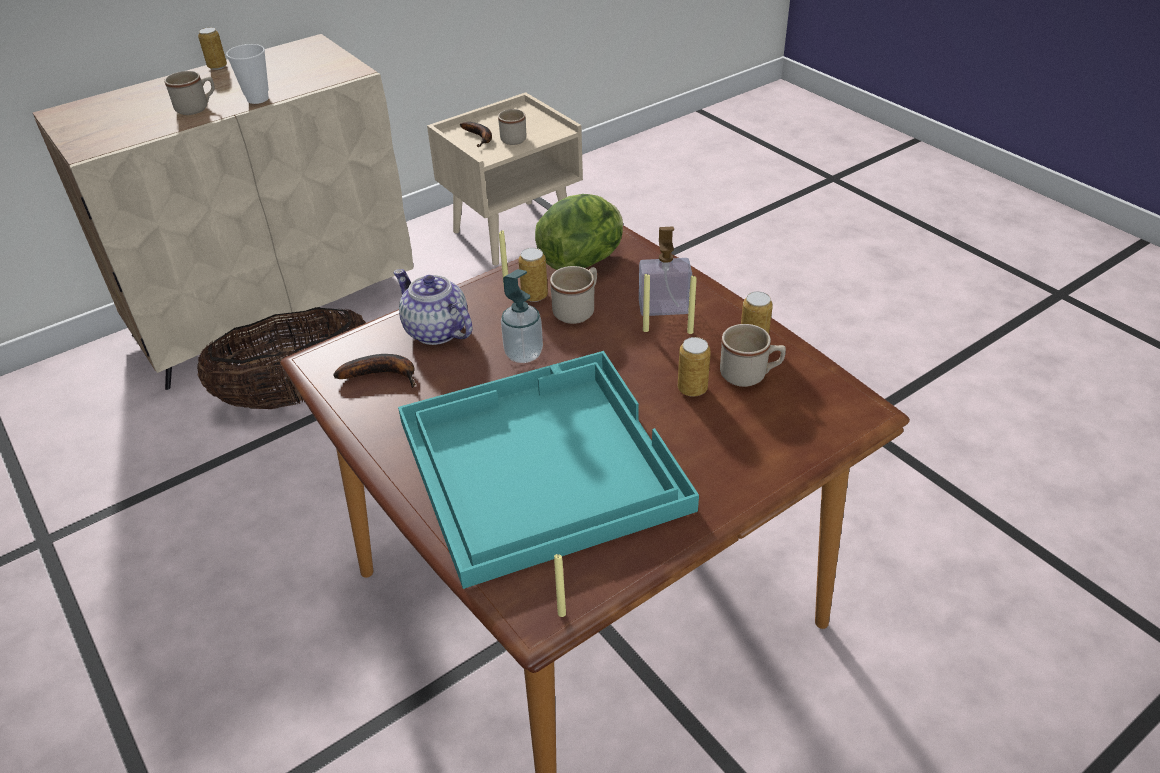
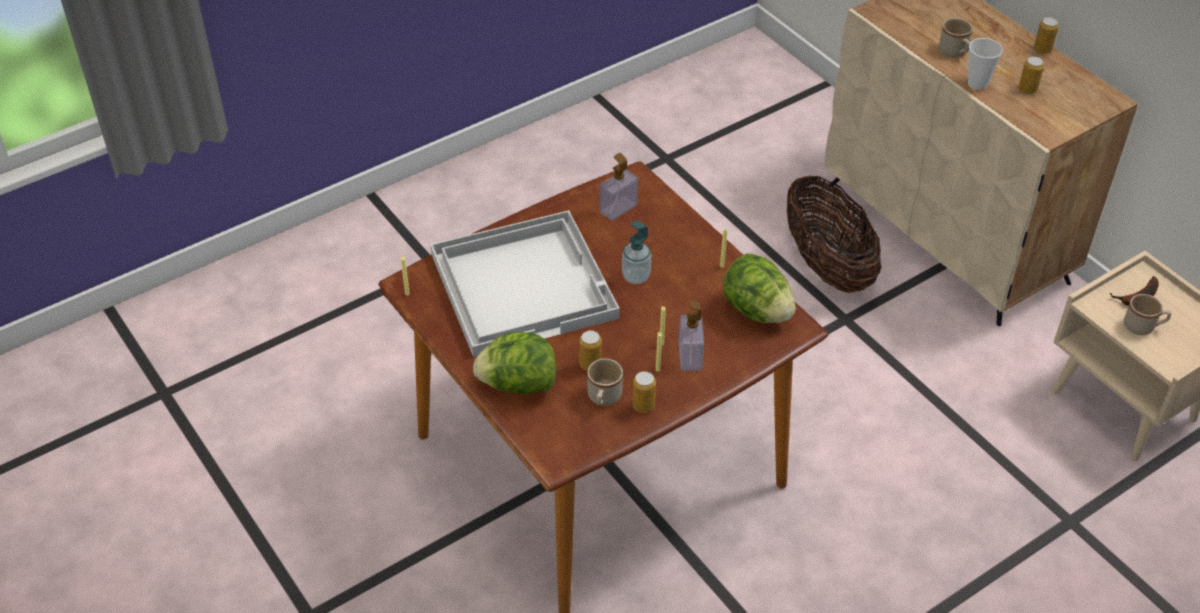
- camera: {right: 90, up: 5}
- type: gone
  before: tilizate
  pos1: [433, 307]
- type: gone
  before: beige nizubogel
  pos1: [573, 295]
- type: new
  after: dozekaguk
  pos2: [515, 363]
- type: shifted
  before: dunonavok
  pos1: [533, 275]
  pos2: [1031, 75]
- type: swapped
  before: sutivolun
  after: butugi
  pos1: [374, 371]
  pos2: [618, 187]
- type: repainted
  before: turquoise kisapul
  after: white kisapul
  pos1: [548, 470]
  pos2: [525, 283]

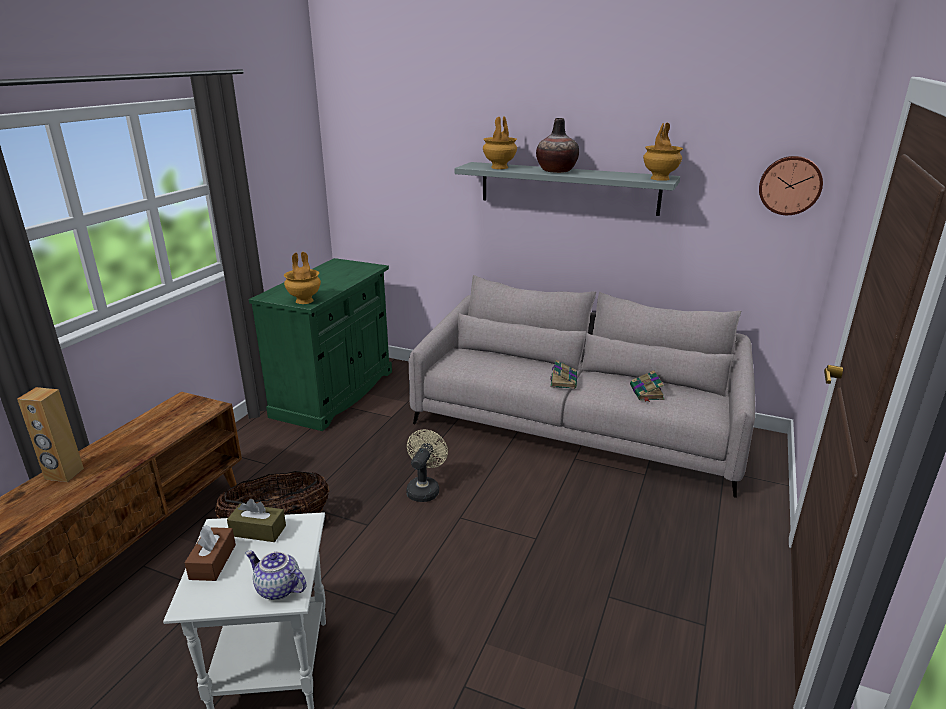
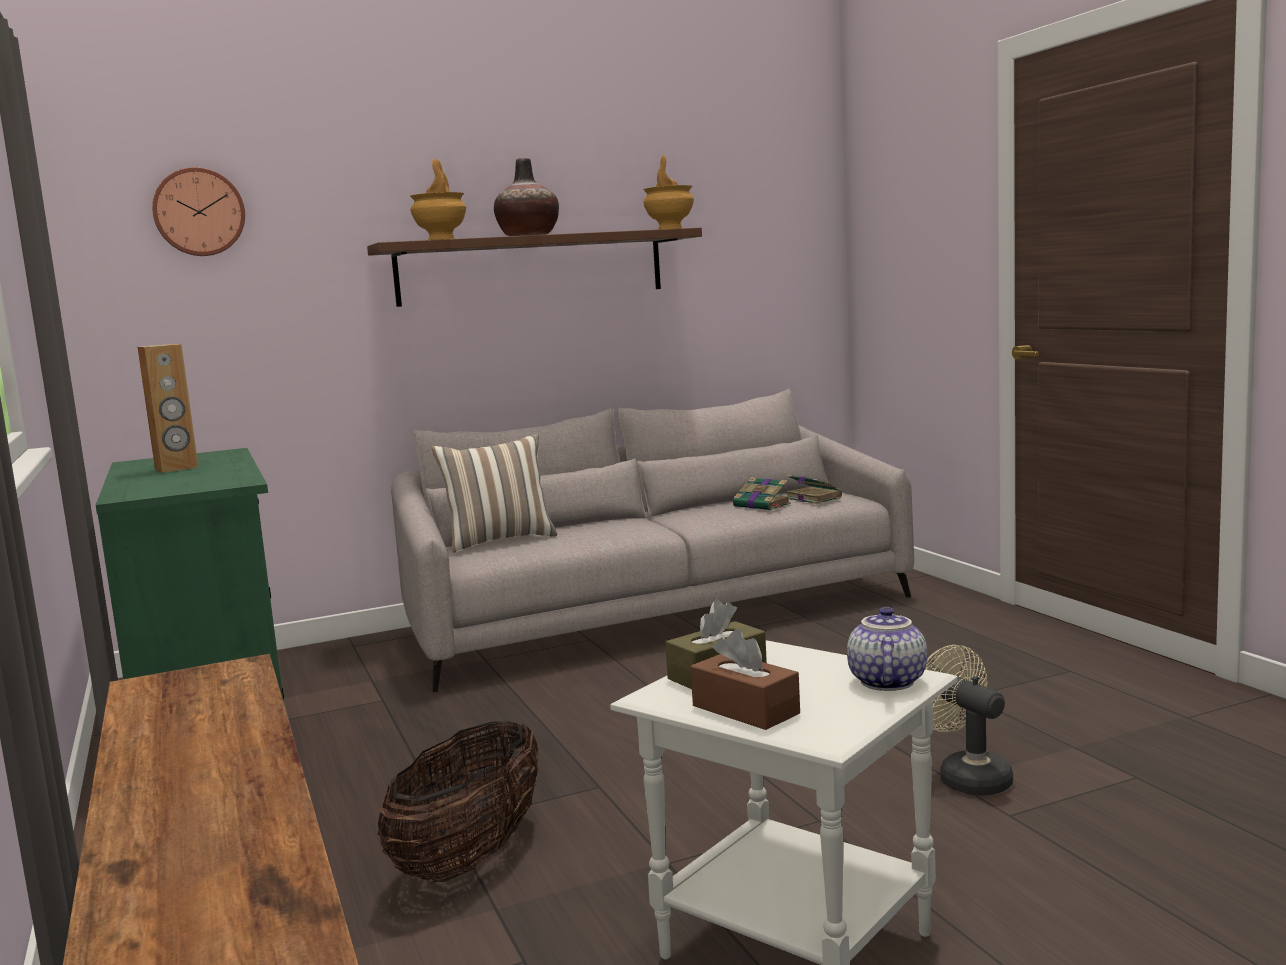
- camera: {right: -45, up: -15}
- type: gone
  before: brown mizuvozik
  pos1: [302, 278]
- type: new
  after: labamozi
  pos2: [494, 493]
- type: shifted
  before: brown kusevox
  pos1: [50, 434]
  pos2: [168, 408]
- type: shifted
  before: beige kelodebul
  pos1: [427, 465]
  pos2: [969, 720]
- type: shifted
  before: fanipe
  pos1: [563, 374]
  pos2: [814, 489]
- type: shifted
  before: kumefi
  pos1: [791, 185]
  pos2: [198, 211]
- type: repainted
  before: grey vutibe
  after: brown vutibe
  pos1: [567, 189]
  pos2: [534, 267]
- type: rotated
  before: tilizate
  pos1: [275, 575]
  pos2: [887, 649]
  turn: 120

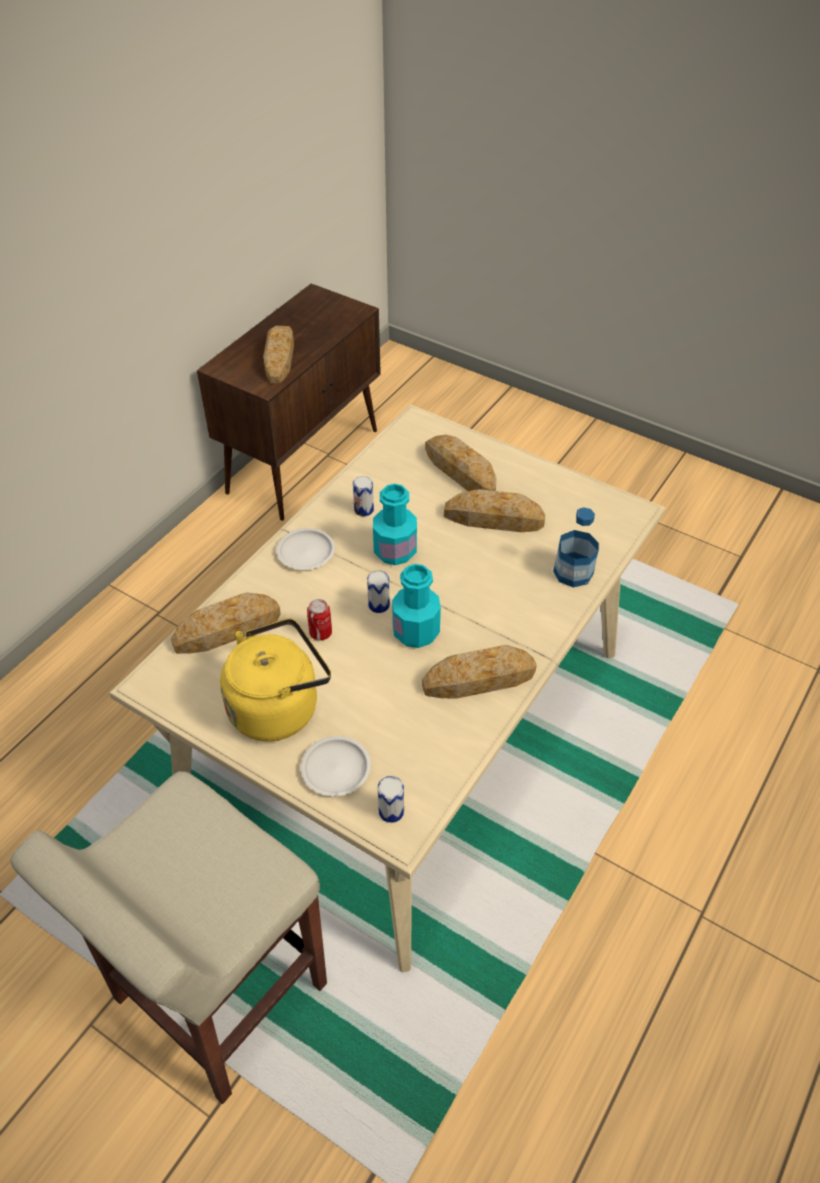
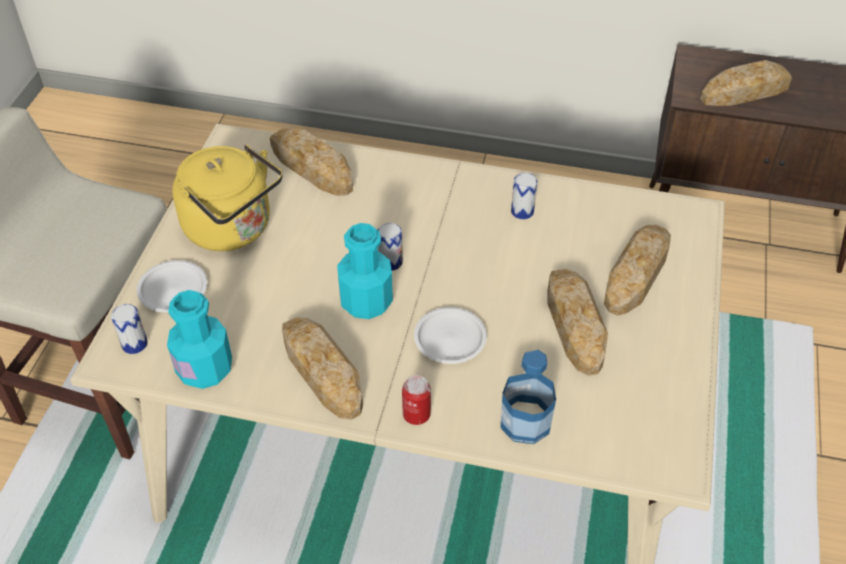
- camera: {right: 70, up: 0}
- type: shifted
  before: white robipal
  pos1: [305, 549]
  pos2: [450, 335]
- type: shifted
  before: dunonavok
  pos1: [319, 620]
  pos2: [416, 400]
- type: shifted
  before: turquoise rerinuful
  pos1: [395, 524]
  pos2: [199, 339]

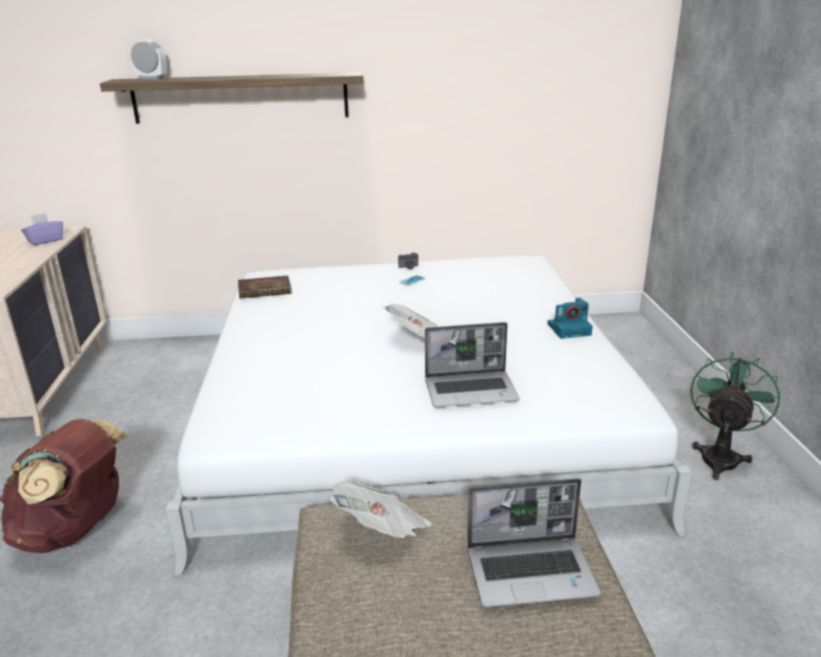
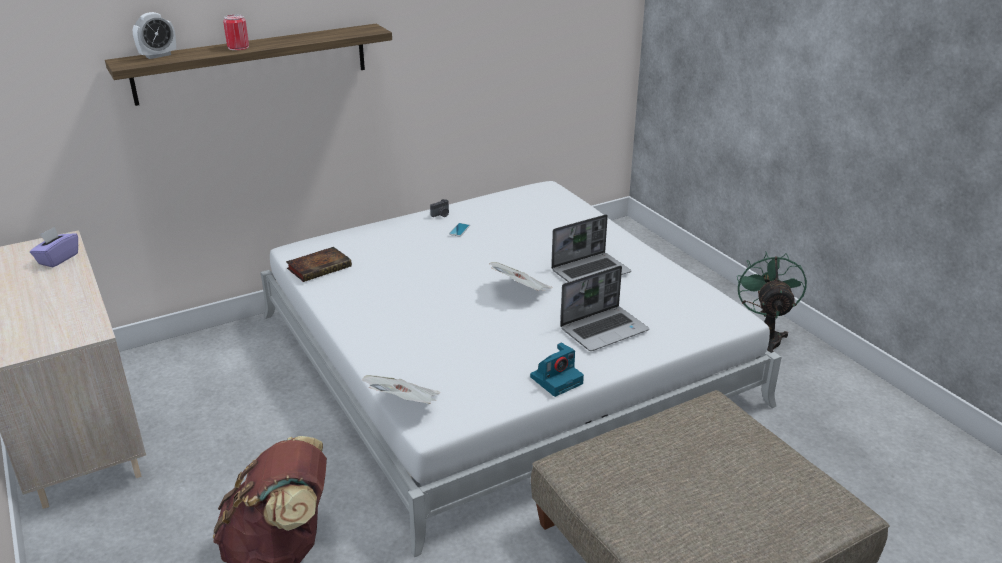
- camera: {right: -25, up: 5}
- type: new
  after: dunonavok
  pos2: [236, 32]
- type: shifted
  before: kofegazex
  pos1: [380, 510]
  pos2: [401, 389]
- type: shifted
  before: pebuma
  pos1: [534, 542]
  pos2: [591, 248]
- type: shifted
  before: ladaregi
  pos1: [570, 318]
  pos2: [557, 370]
- type: rotated
  before: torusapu
  pos1: [148, 59]
  pos2: [154, 35]
  turn: 150

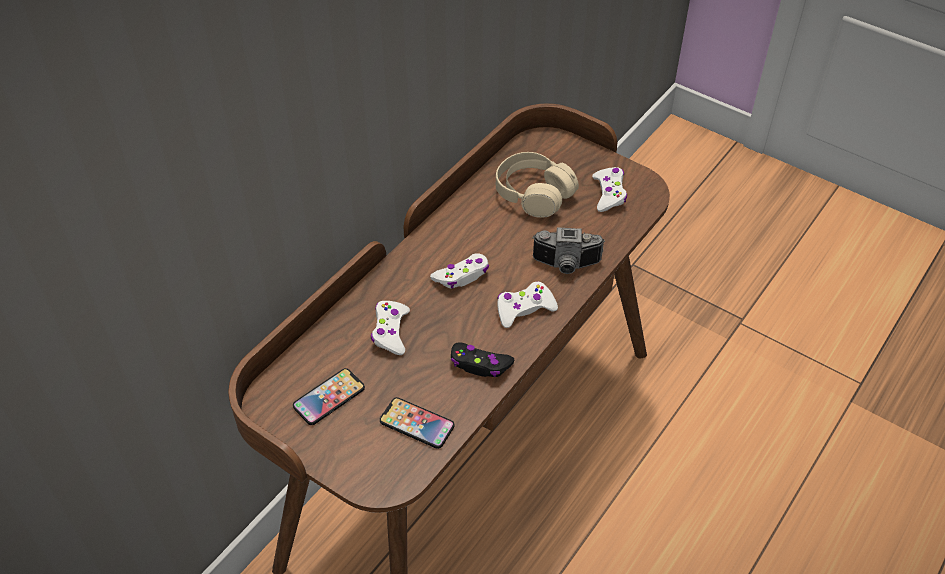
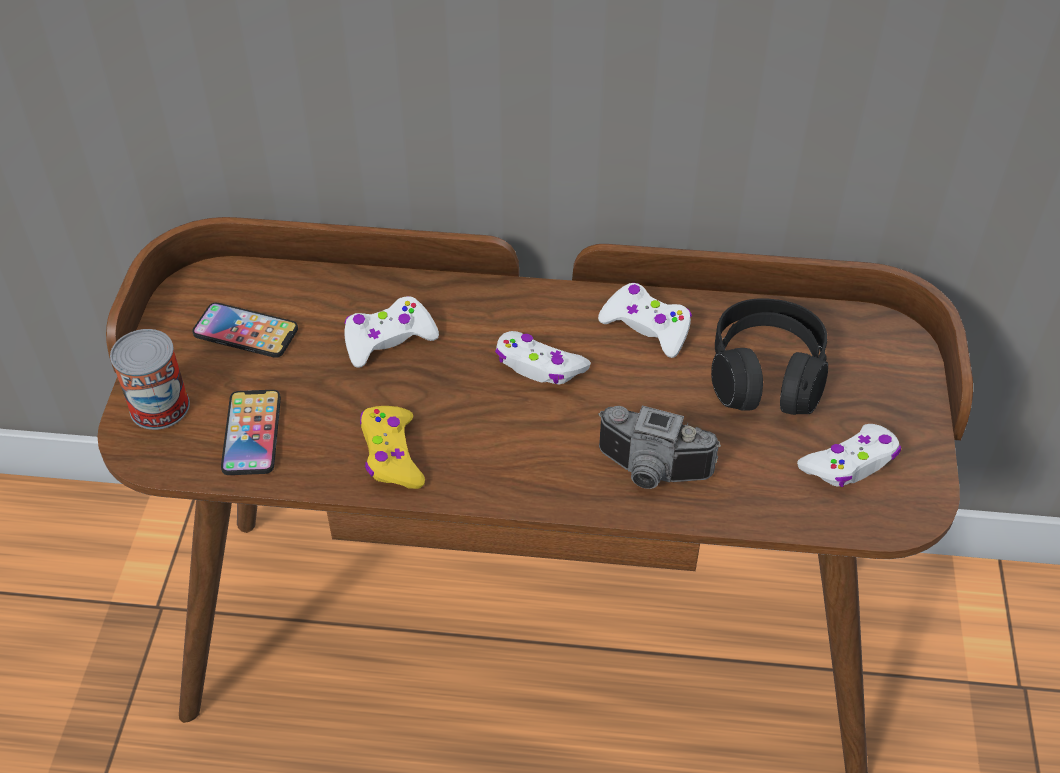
- camera: {right: 60, up: 0}
- type: new
  after: dunonavok
  pos2: [150, 379]
- type: shifted
  before: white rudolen
  pos1: [527, 304]
  pos2: [645, 320]
- type: repainted
  before: black rudolen
  after: yellow rudolen
  pos1: [482, 359]
  pos2: [392, 447]
- type: repainted
  before: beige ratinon
  after: black ratinon
  pos1: [537, 185]
  pos2: [769, 357]
- type: rotated
  before: ladaregi
  pos1: [568, 250]
  pos2: [659, 447]
  turn: -45

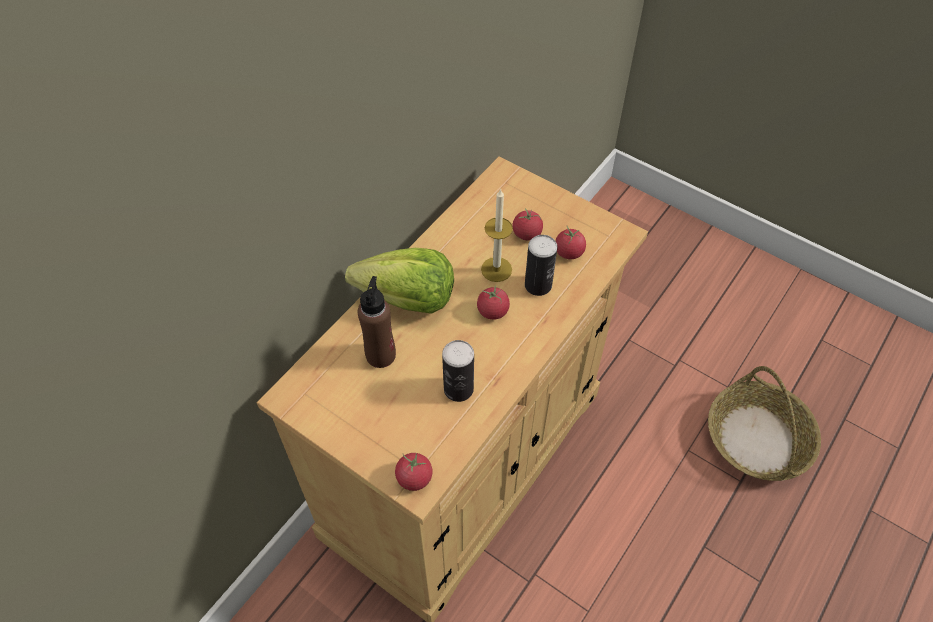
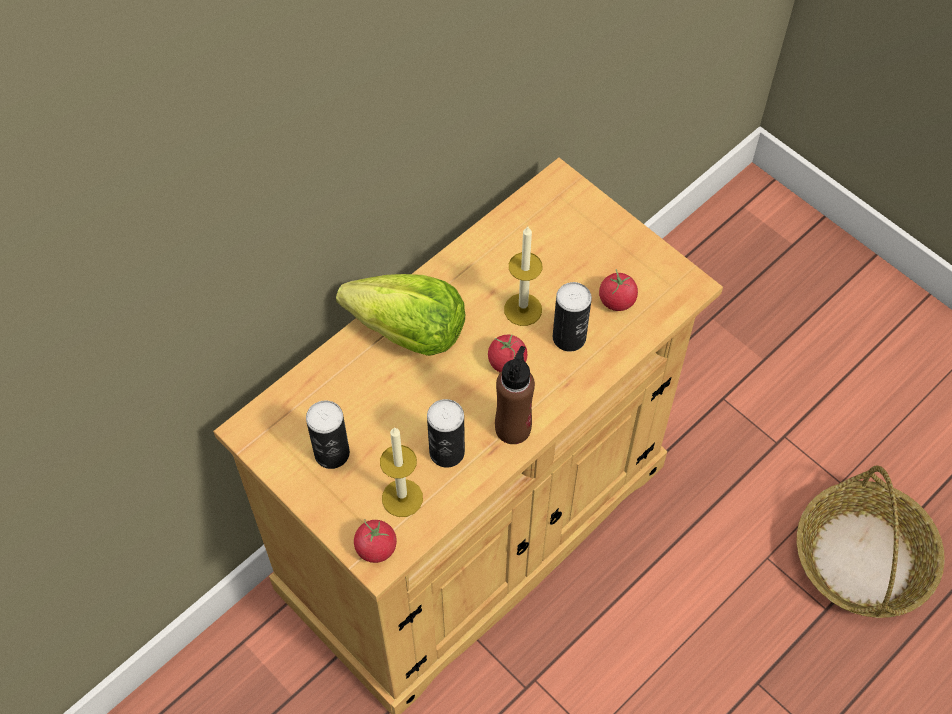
- camera: {right: 10, up: 5}
- type: gone
  before: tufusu
  pos1: [527, 224]
- type: new
  after: dunonavok
  pos2: [328, 434]
- type: new
  after: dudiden
  pos2: [401, 472]
- type: shifted
  before: brown rerinuful
  pos1: [377, 322]
  pos2: [515, 395]

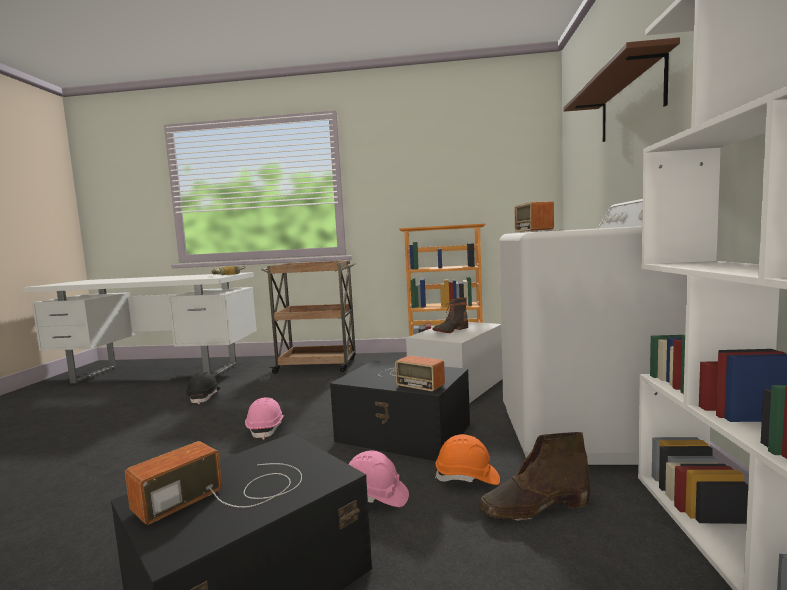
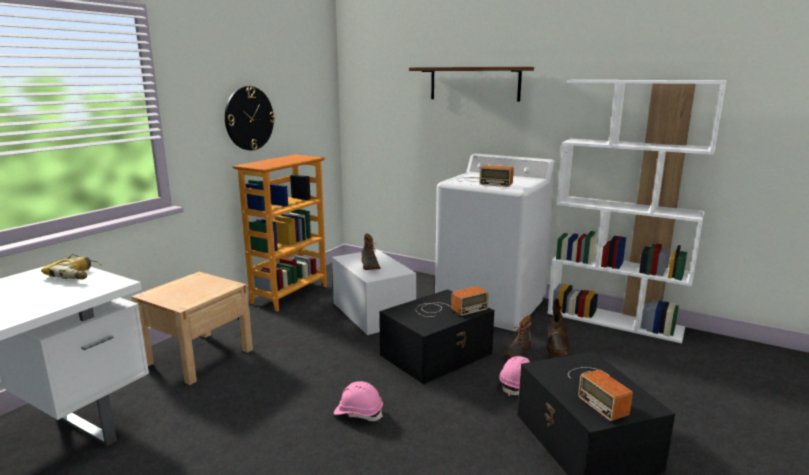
- camera: {right: -65, up: 10}
- type: gone
  before: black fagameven
  pos1: [203, 388]
- type: new
  after: kumefi
  pos2: [250, 118]
- type: swapped
  before: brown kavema
  after: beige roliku
  pos1: [309, 317]
  pos2: [192, 328]
- type: swapped
  before: orange fagameven
  after: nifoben
  pos1: [467, 459]
  pos2: [518, 337]

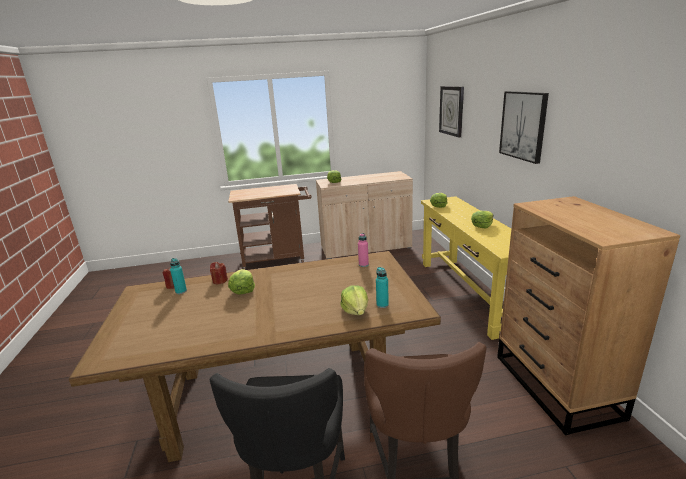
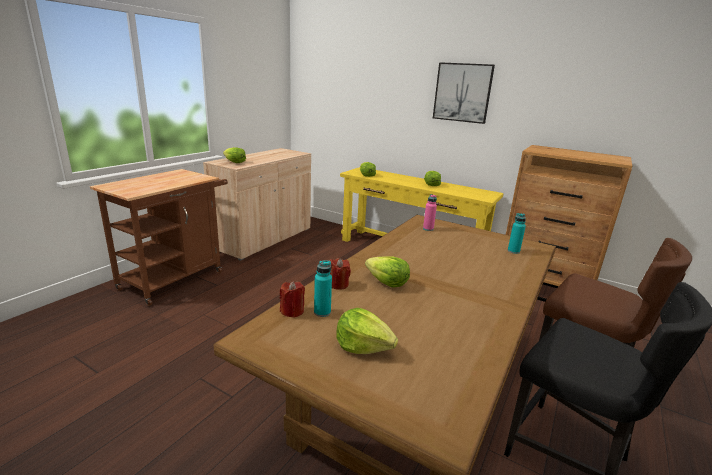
- camera: {right: -50, up: 0}
- type: gone
  before: kumefi
  pos1: [451, 112]
- type: shifted
  before: dozekaguk
  pos1: [354, 300]
  pos2: [367, 331]

